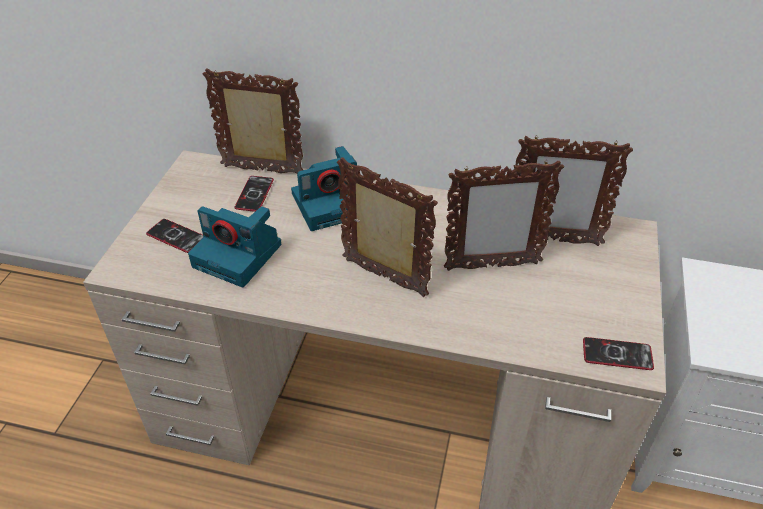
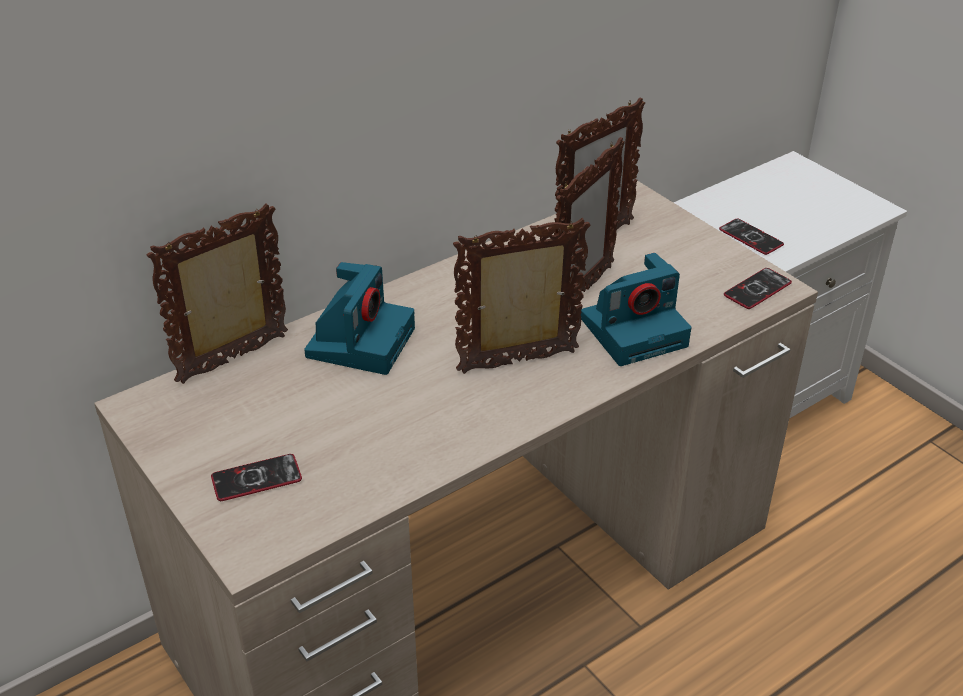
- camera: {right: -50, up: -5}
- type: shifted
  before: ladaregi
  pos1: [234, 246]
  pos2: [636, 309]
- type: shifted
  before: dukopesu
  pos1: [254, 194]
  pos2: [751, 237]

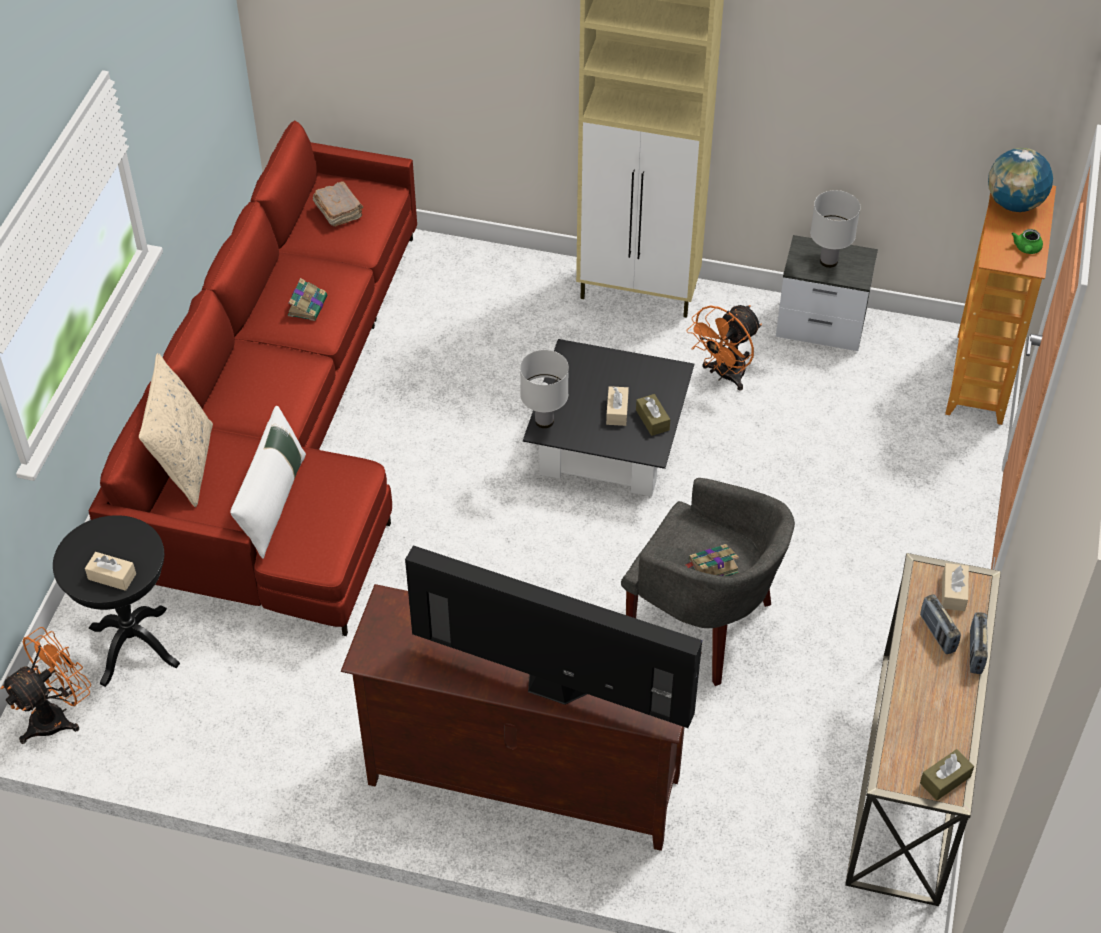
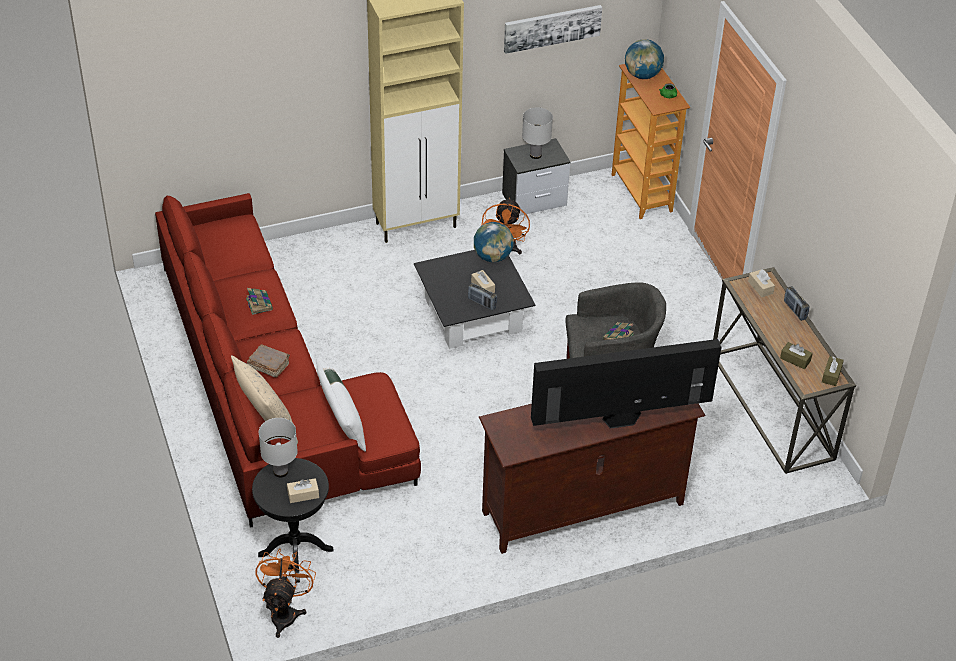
- camera: {right: -35, up: -5}
- type: new
  after: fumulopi
  pos2: [493, 242]
- type: new
  after: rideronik
  pos2: [553, 29]
- type: shifted
  before: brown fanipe
  pos1: [338, 204]
  pos2: [268, 360]
- type: shifted
  before: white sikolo
  pos1: [544, 389]
  pos2: [278, 447]
- type: shifted
  before: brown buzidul
  pos1: [653, 415]
  pos2: [796, 355]
- type: shifted
  before: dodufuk
  pos1: [940, 624]
  pos2: [482, 296]

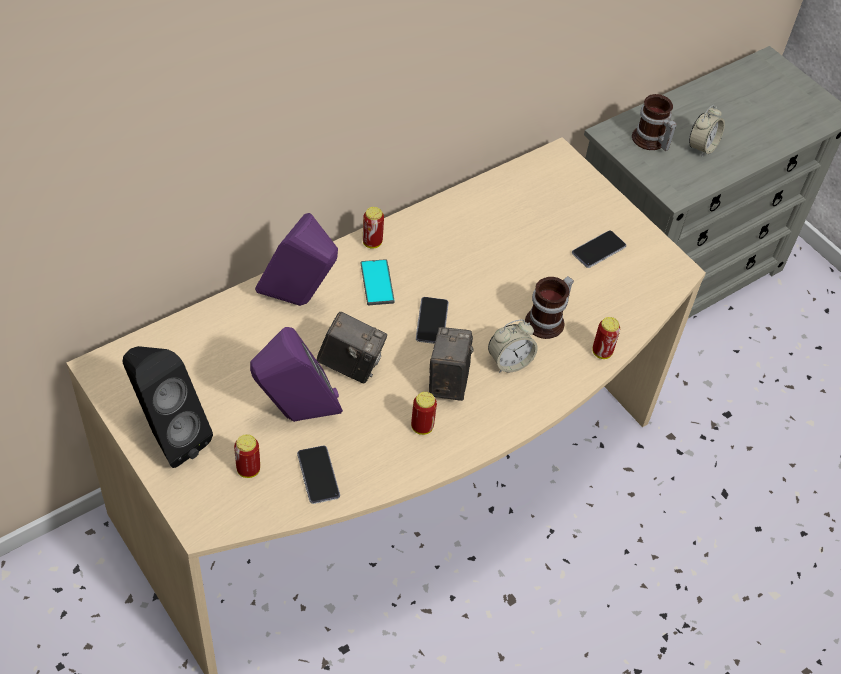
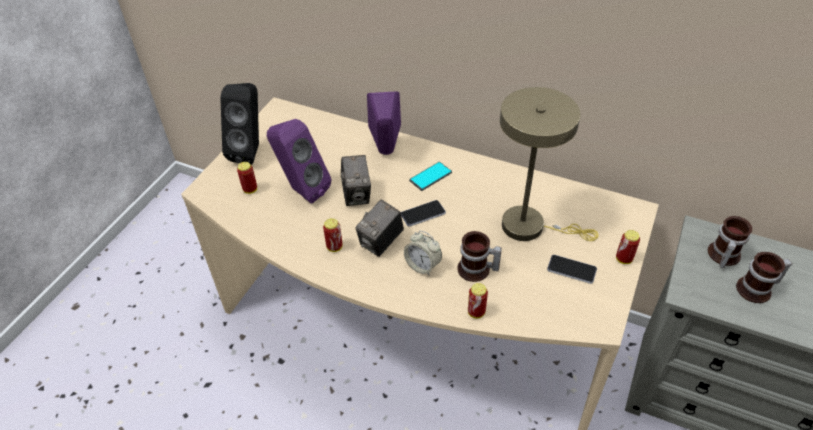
- camera: {right: 65, up: -5}
- type: gone
  before: dukopesu
  pos1: [318, 475]
- type: new
  after: beige sikolo
  pos2: [549, 164]
- type: shifted
  before: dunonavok
  pos1: [373, 228]
  pos2: [628, 247]
- type: swapped
  before: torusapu
  after: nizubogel
  pos1: [707, 131]
  pos2: [764, 277]
- type: rotated
  before: ladaregi
  pos1: [451, 364]
  pos2: [380, 228]
  turn: 150

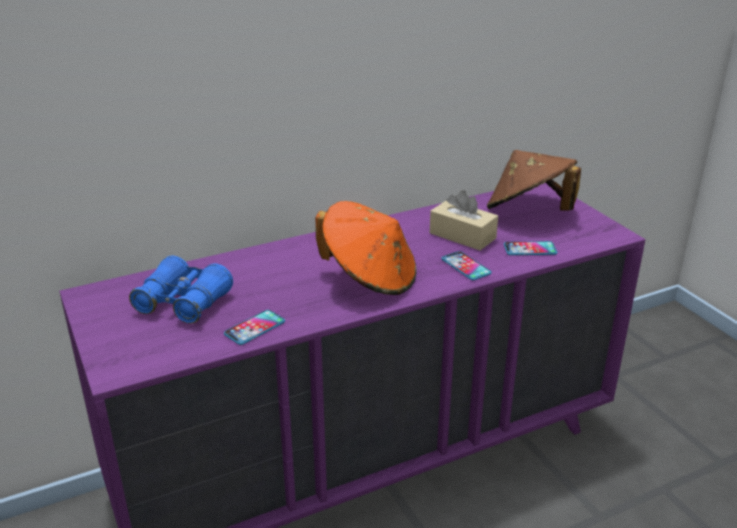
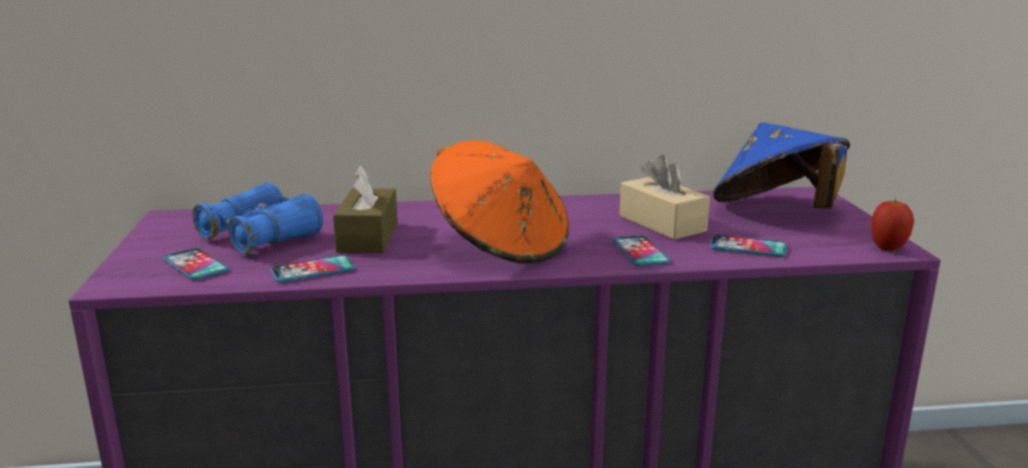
- camera: {right: 20, up: -10}
- type: new
  after: dukopesu
  pos2: [196, 264]
- type: new
  after: brown buzidul
  pos2: [365, 209]
- type: new
  after: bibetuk
  pos2: [892, 224]
- type: repainted
  before: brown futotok
  after: blue futotok
  pos1: [534, 180]
  pos2: [781, 165]

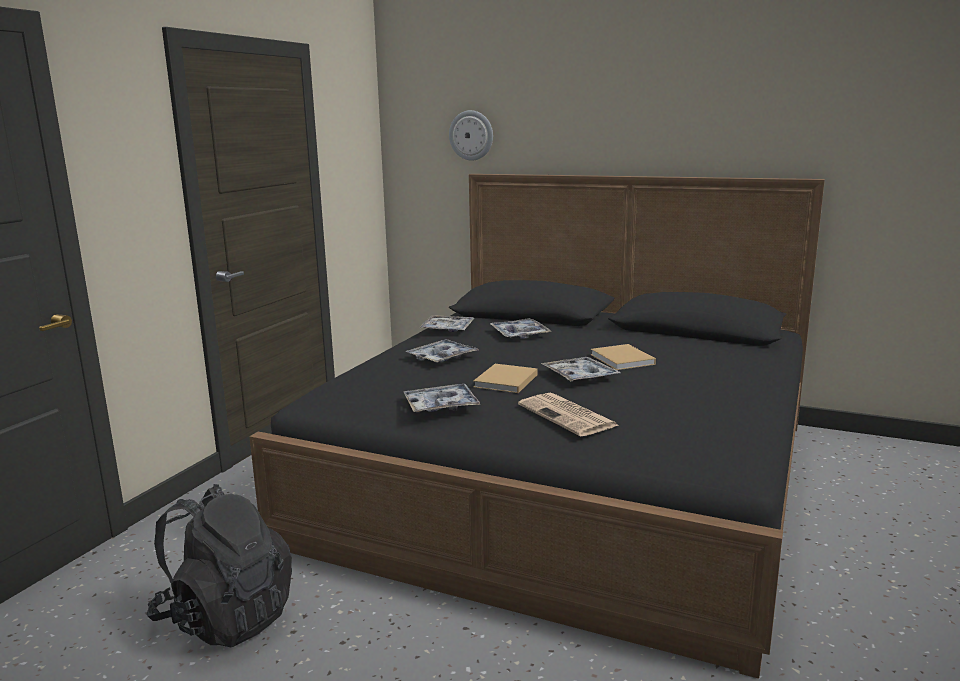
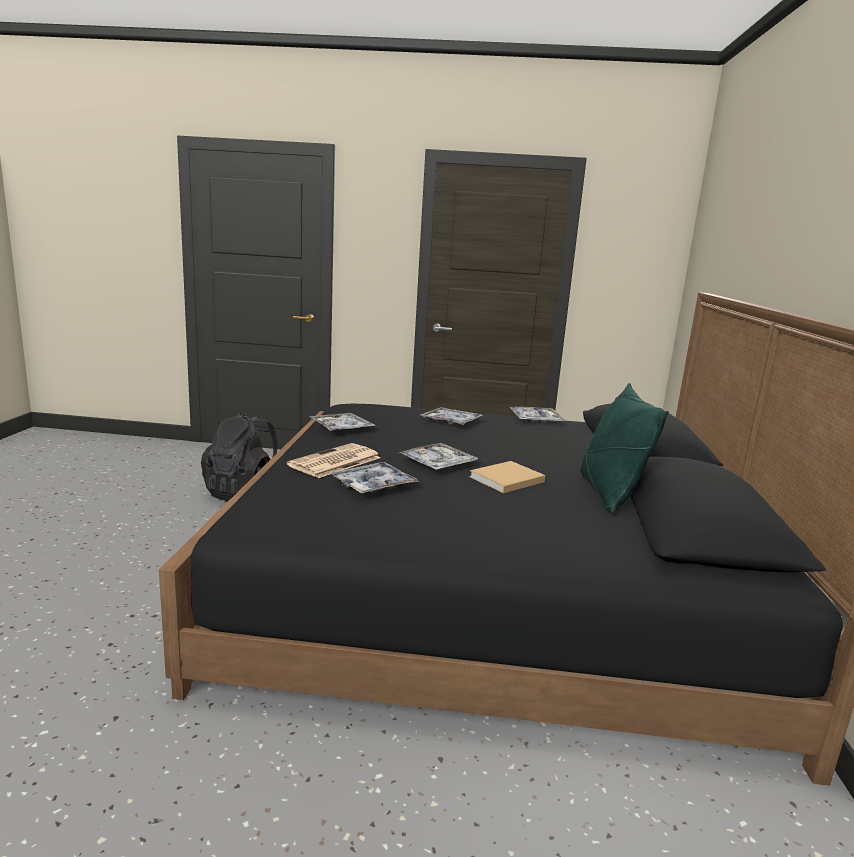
- camera: {right: 70, up: 0}
- type: gone
  before: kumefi
  pos1: [471, 135]
- type: gone
  before: beige fanipe
  pos1: [506, 378]
- type: new
  after: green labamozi
  pos2: [624, 448]
- type: shifted
  before: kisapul
  pos1: [520, 328]
  pos2: [374, 478]

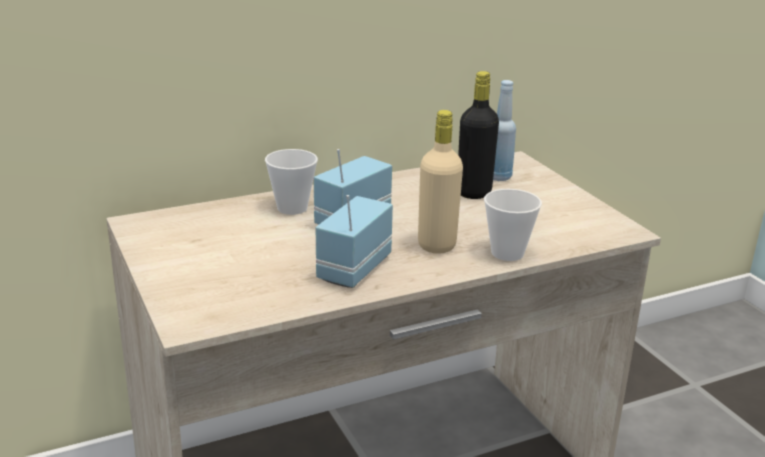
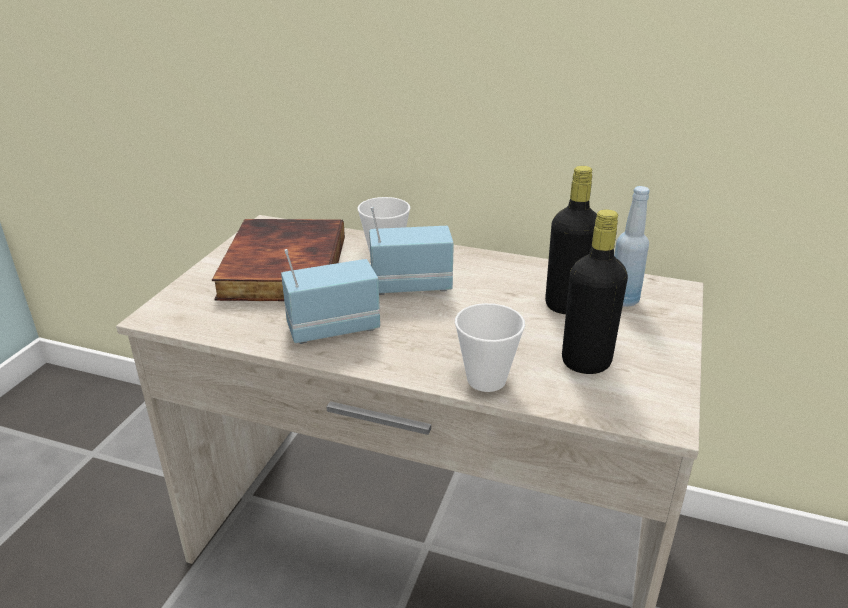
- camera: {right: 45, up: 5}
- type: gone
  before: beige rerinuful
  pos1: [440, 182]
- type: new
  after: fanipe
  pos2: [278, 260]
- type: new
  after: black rerinuful
  pos2: [595, 291]

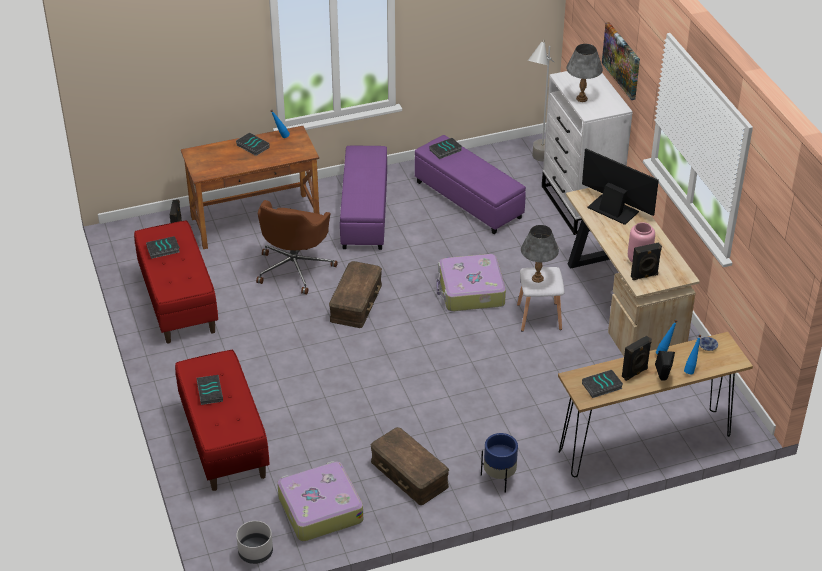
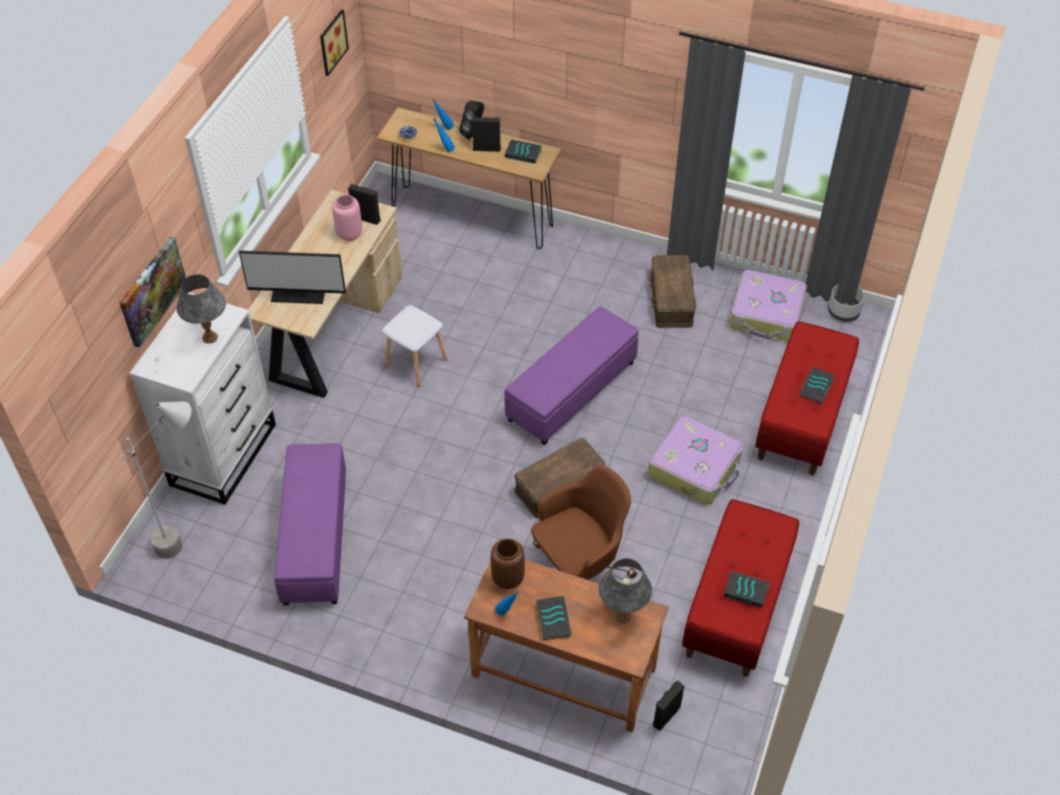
- camera: {right: -140, up: 10}
- type: gone
  before: fanipe
  pos1: [446, 148]
- type: gone
  before: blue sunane
  pos1: [499, 463]
- type: new
  after: rideronik
  pos2: [334, 42]
- type: new
  after: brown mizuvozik
  pos2: [508, 563]
- type: shifted
  before: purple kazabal
  pos1: [363, 198]
  pos2: [572, 375]
- type: shifted
  before: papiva
  pos1: [471, 282]
  pos2: [695, 460]
- type: shifted
  before: grey sikolo
  pos1: [540, 254]
  pos2: [625, 590]
- type: rotated
  before: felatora
  pos1: [620, 187]
  pos2: [292, 277]
  turn: -75

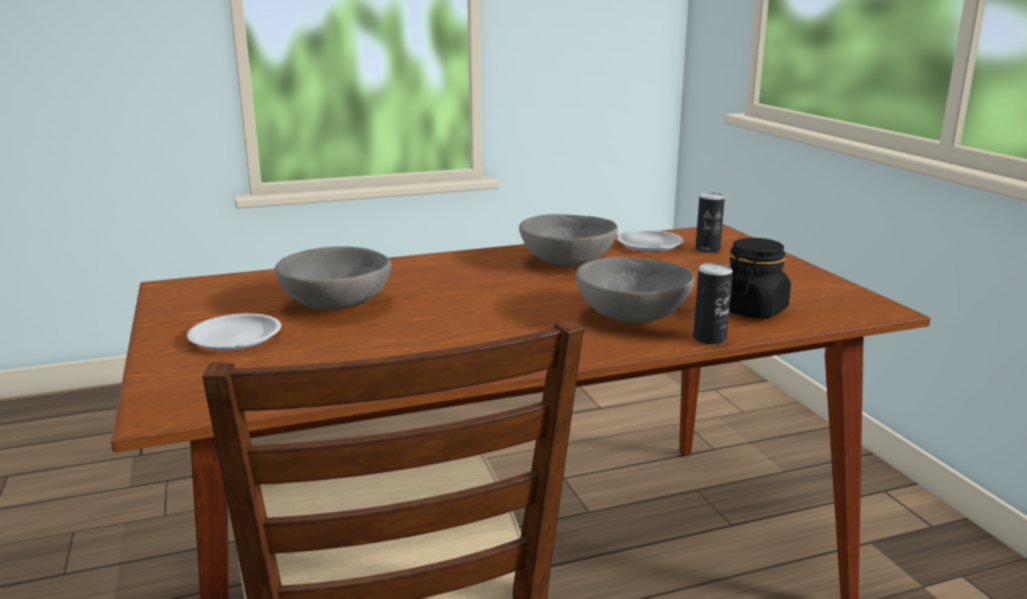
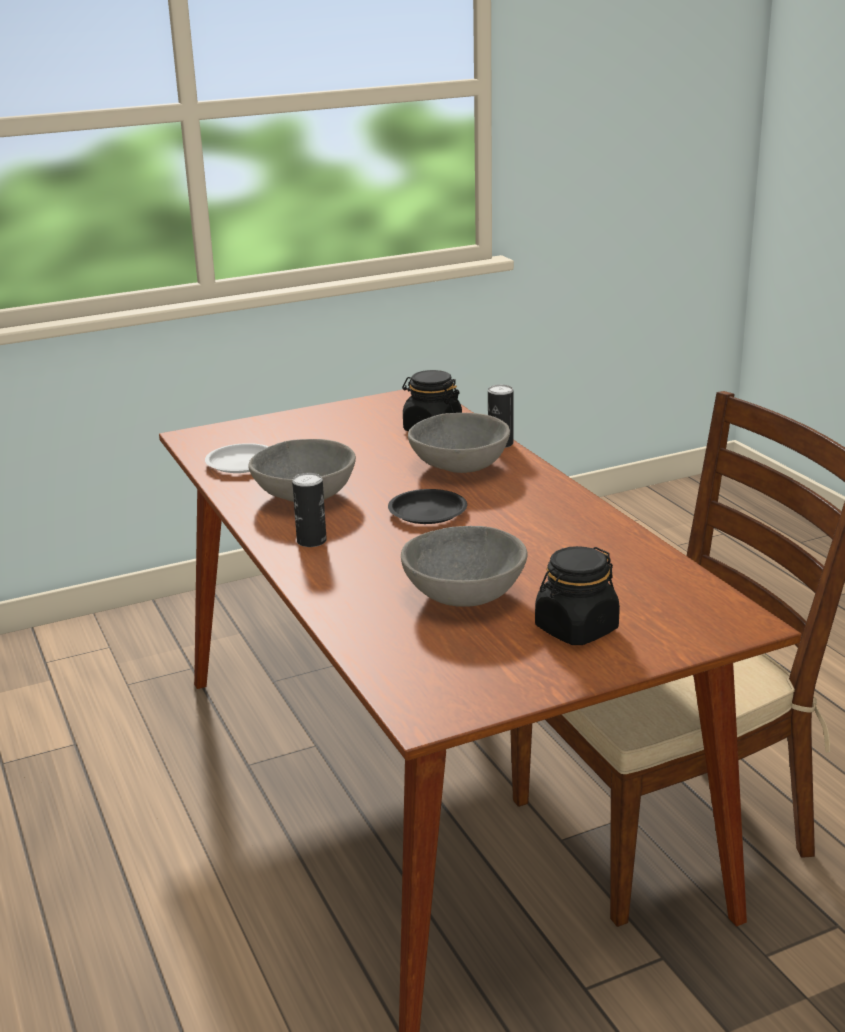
- camera: {right: -95, up: 5}
- type: new
  after: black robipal
  pos2: [427, 506]
- type: shifted
  before: dunonavok
  pos1: [710, 222]
  pos2: [309, 510]
- type: swapped
  before: white robipal
  after: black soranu
  pos1: [234, 331]
  pos2: [577, 595]

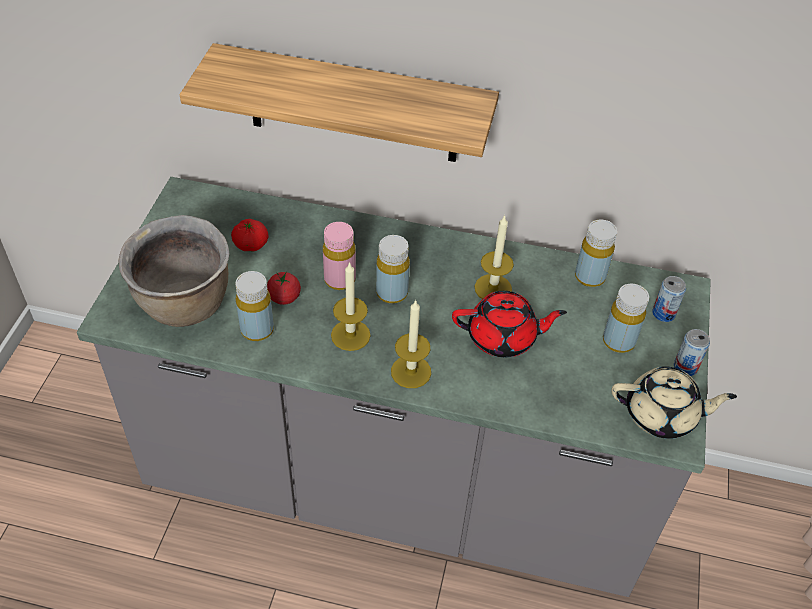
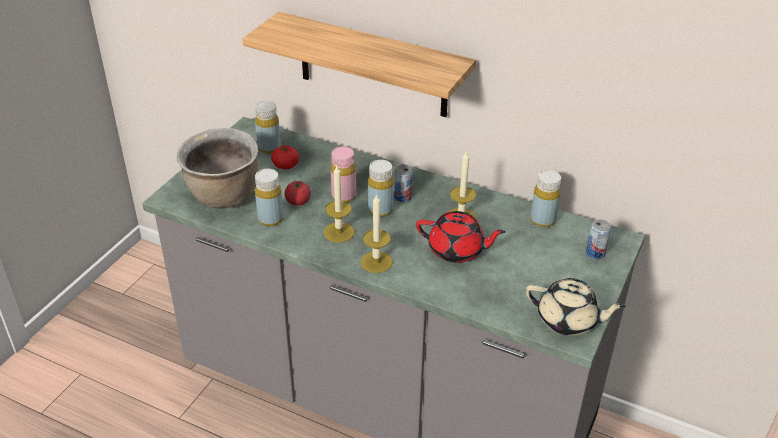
- camera: {right: 15, up: -10}
- type: shifted
  before: yellow rerinuful
  pos1: [626, 318]
  pos2: [268, 127]
- type: shifted
  before: dunonavok
  pos1: [692, 352]
  pos2: [403, 183]

